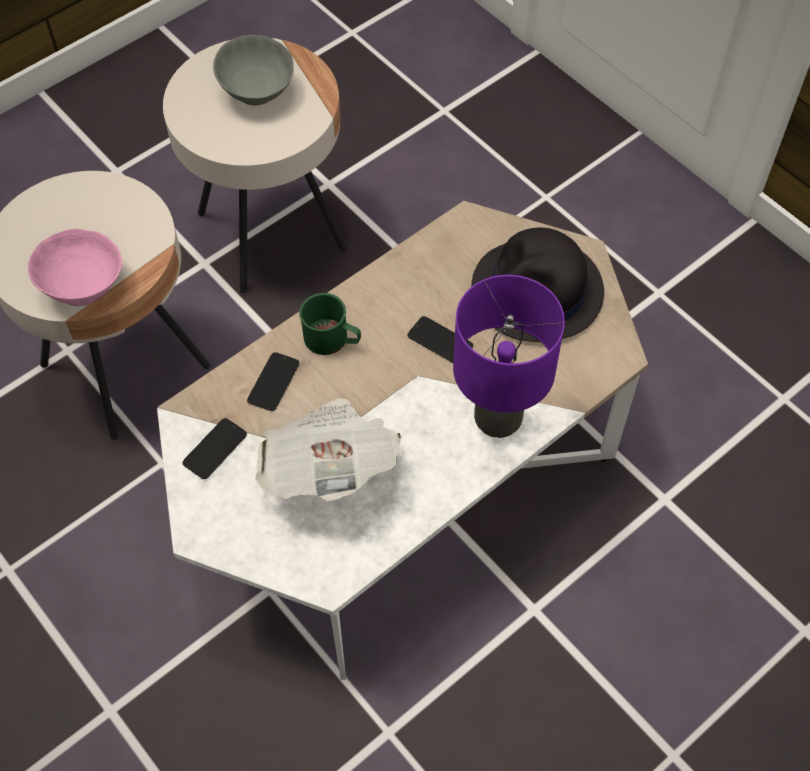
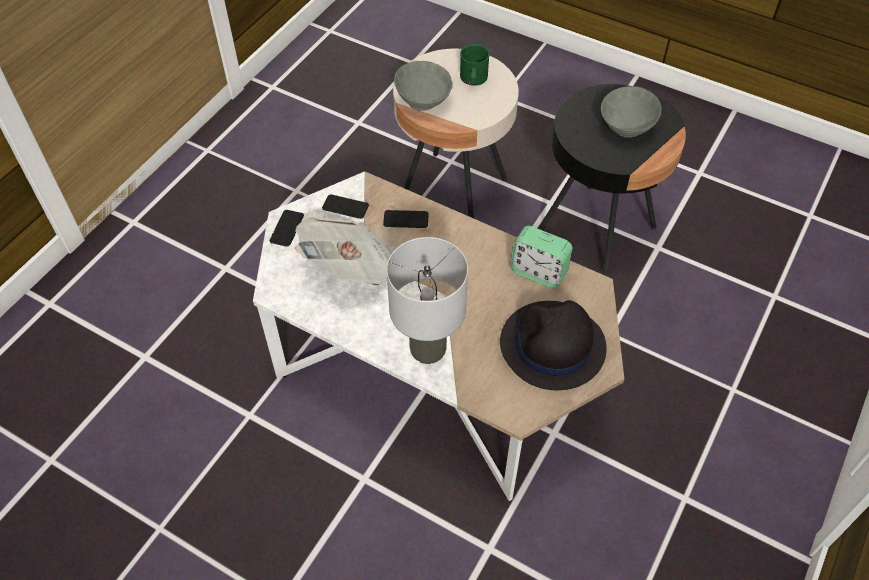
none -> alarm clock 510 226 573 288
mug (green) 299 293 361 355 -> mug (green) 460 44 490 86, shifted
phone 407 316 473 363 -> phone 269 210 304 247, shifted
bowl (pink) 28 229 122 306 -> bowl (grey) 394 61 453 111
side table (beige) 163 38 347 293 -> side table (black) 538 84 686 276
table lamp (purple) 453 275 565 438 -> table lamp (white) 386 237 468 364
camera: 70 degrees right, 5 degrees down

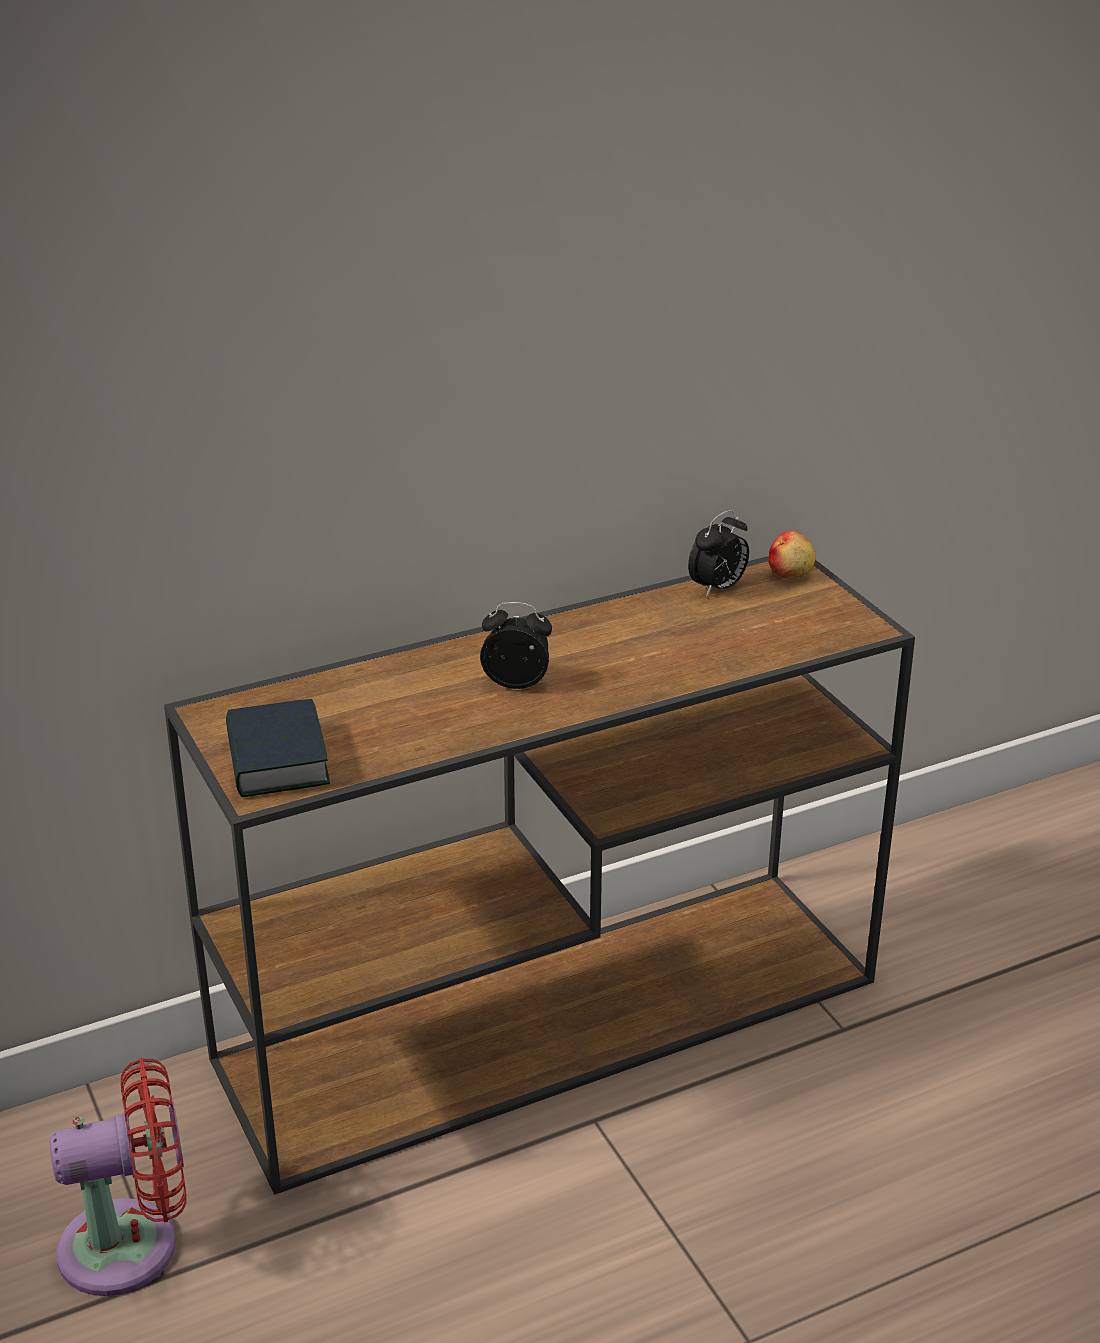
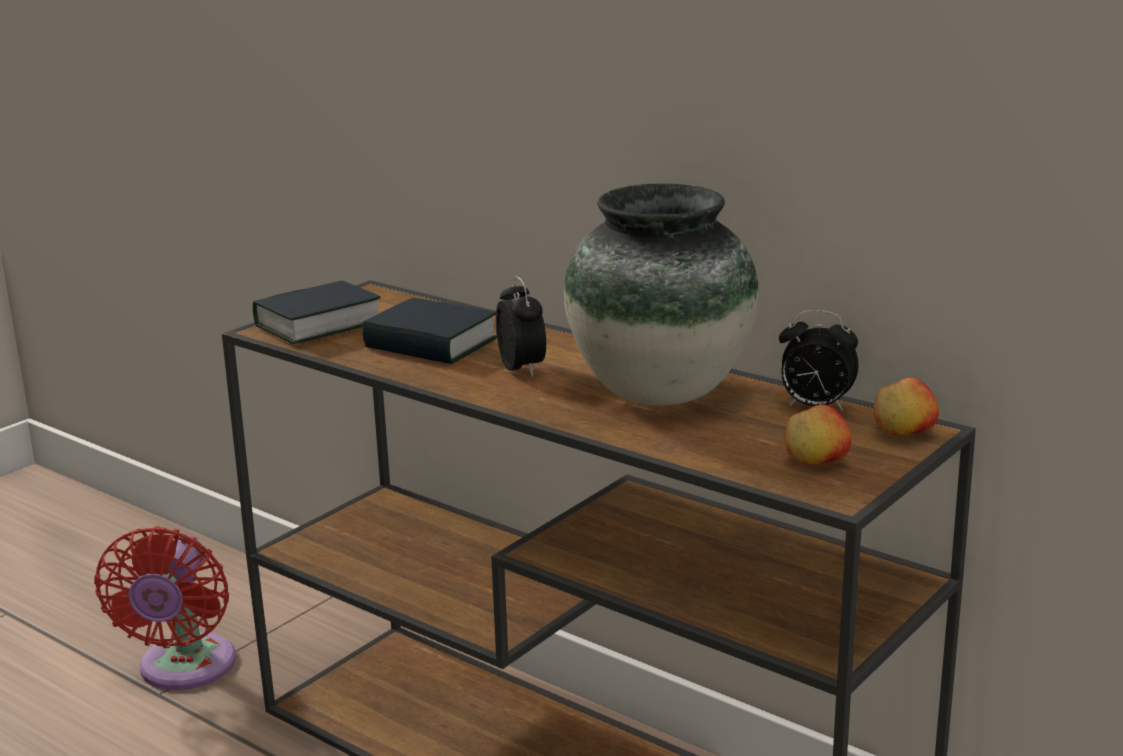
none -> book 362 298 497 364
none -> vase 564 183 759 406
none -> apple 785 404 851 465
fan (red) 50 1058 187 1296 -> fan (red) 94 526 236 690, 45 degrees clockwise
camera: 65 degrees right, 10 degrees down

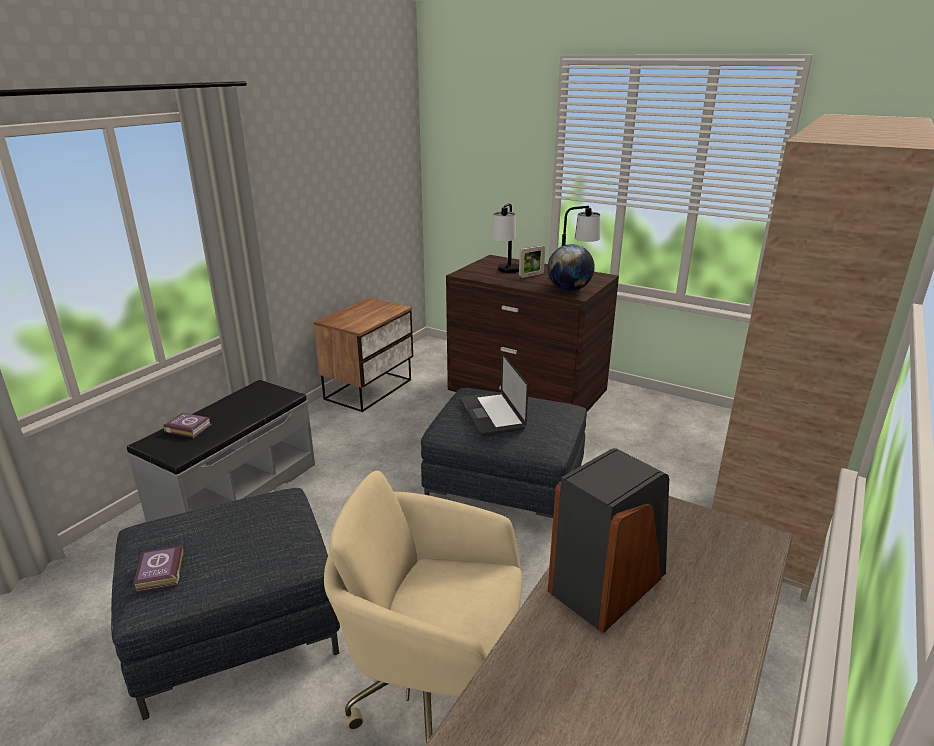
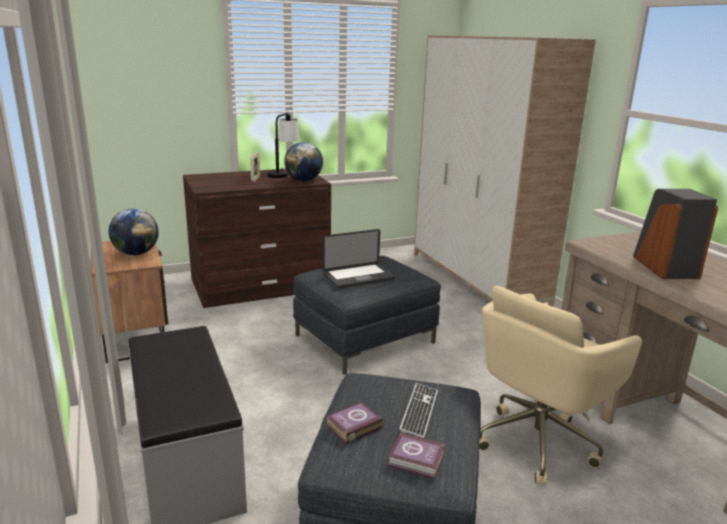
table lamp 491 203 519 273 -> none
none -> globe 109 208 159 255
none -> keyboard 399 383 438 438
book 163 413 212 438 -> book 326 402 383 444, shifted
laptop 460 353 528 436 -> laptop 322 229 395 288, 45 degrees counterclockwise
camera: 55 degrees left, 5 degrees down

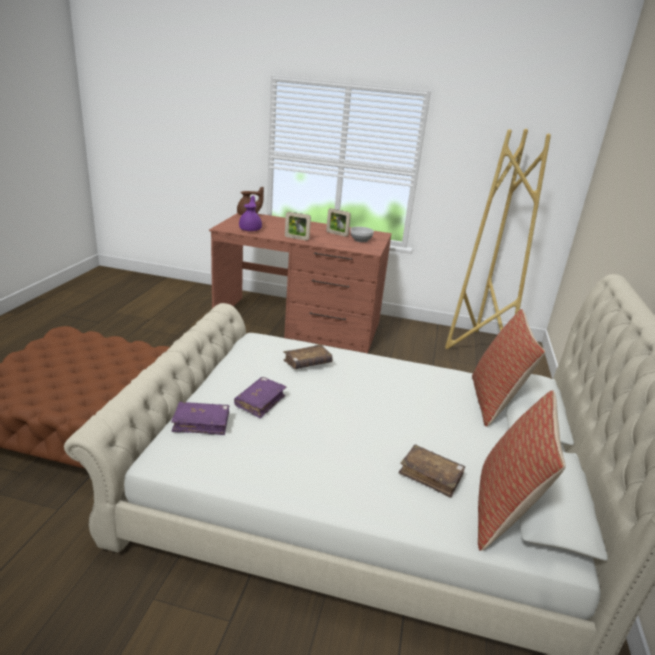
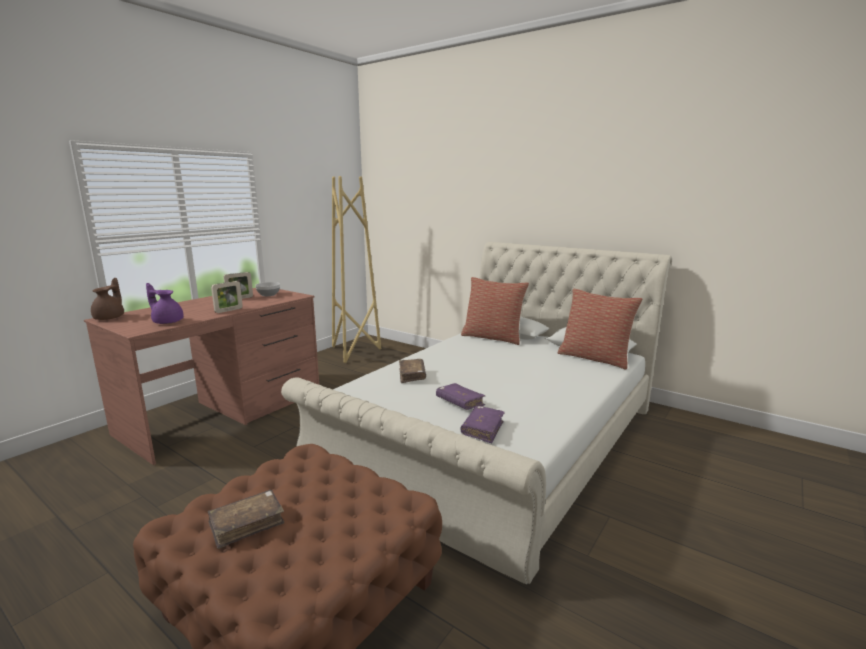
book (brown) 399 444 465 498 -> book (brown) 208 490 284 549, shifted
camera: 65 degrees left, 10 degrees down

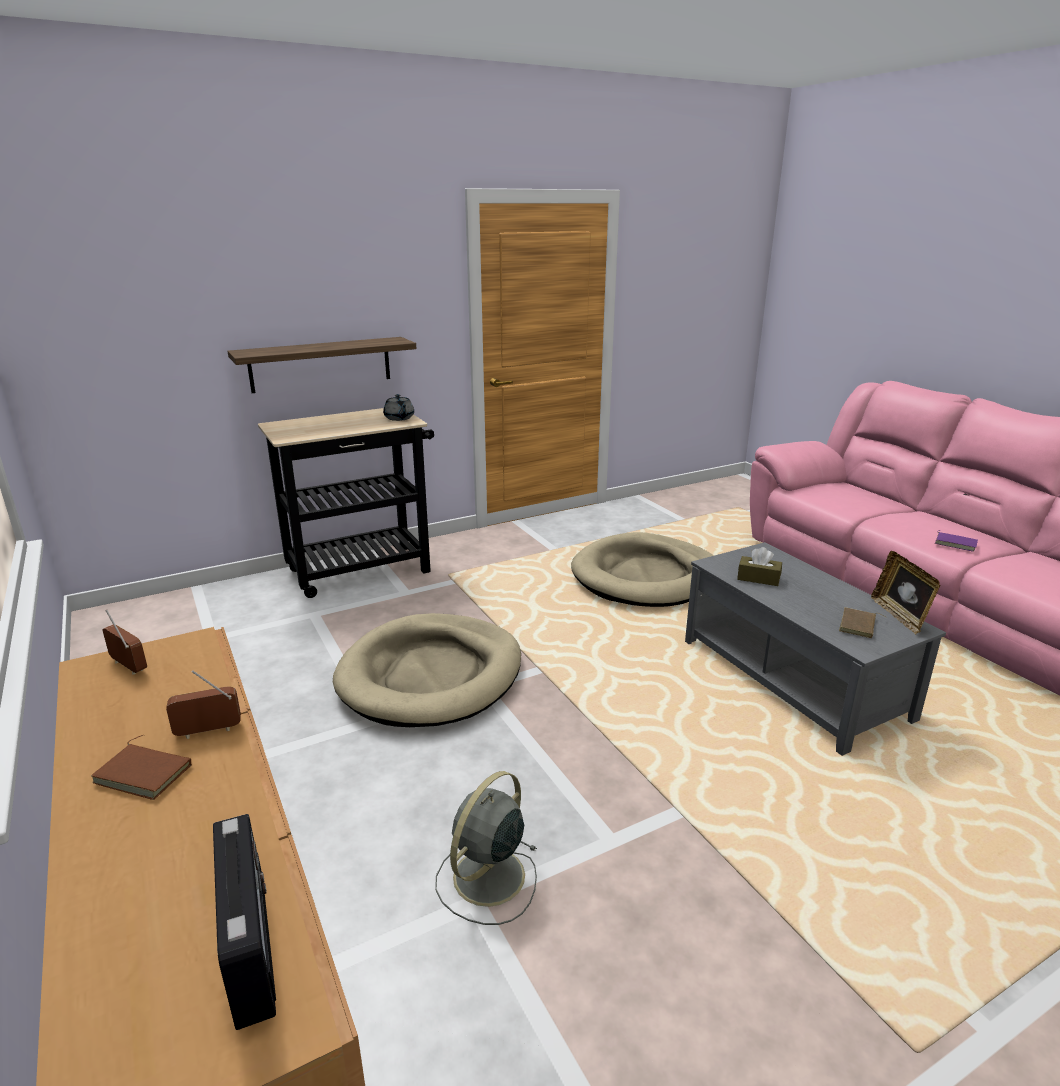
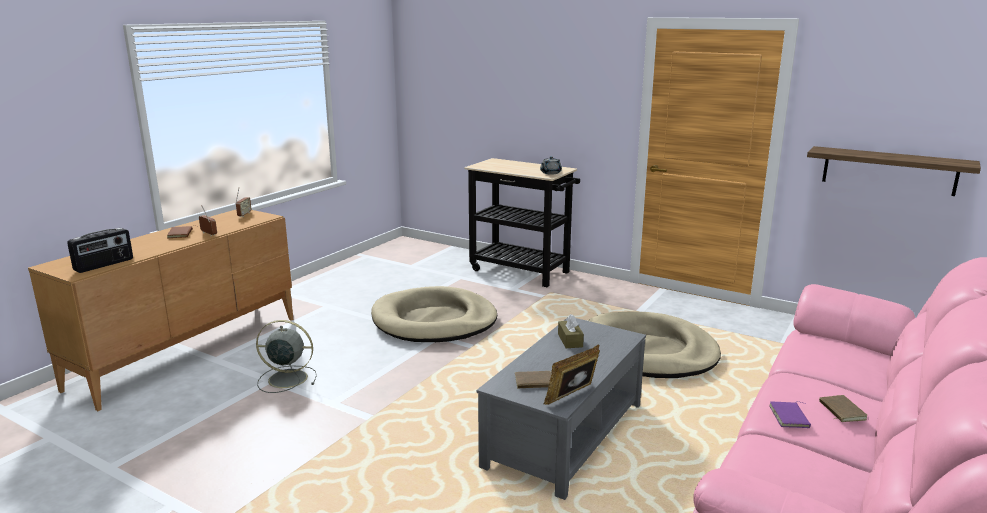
none -> book (brown) 819 395 868 422
shelf 228 337 417 393 -> shelf 807 146 981 196, shifted
camera: 60 degrees right, 5 degrees down

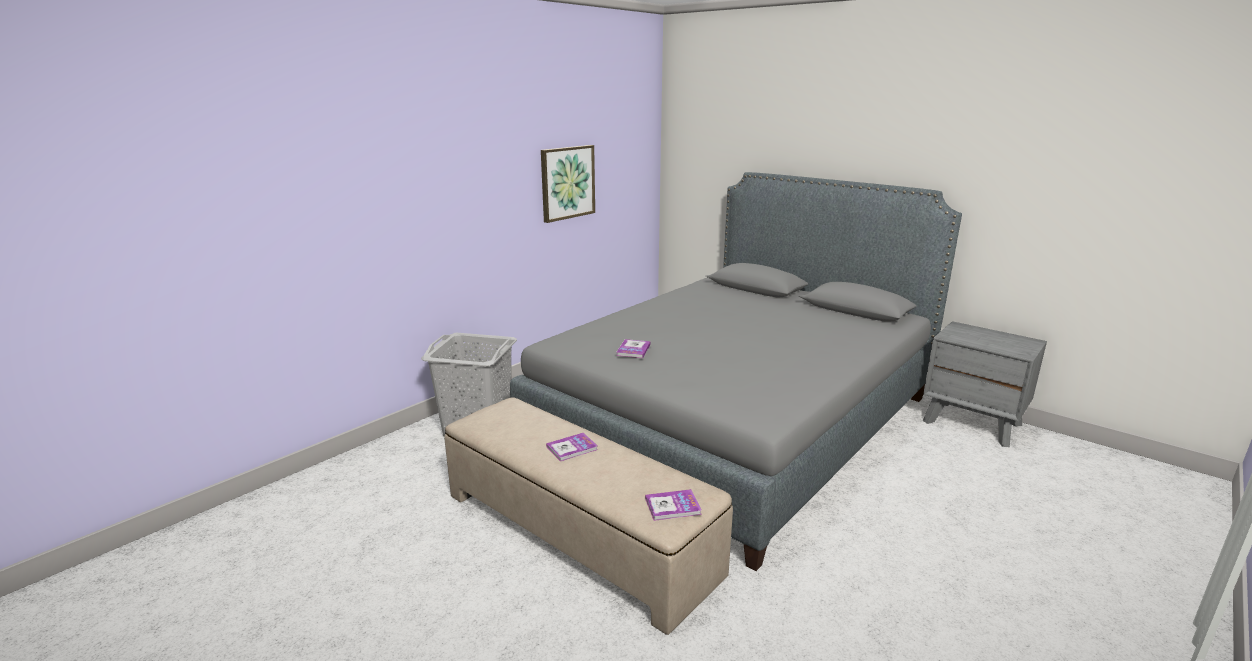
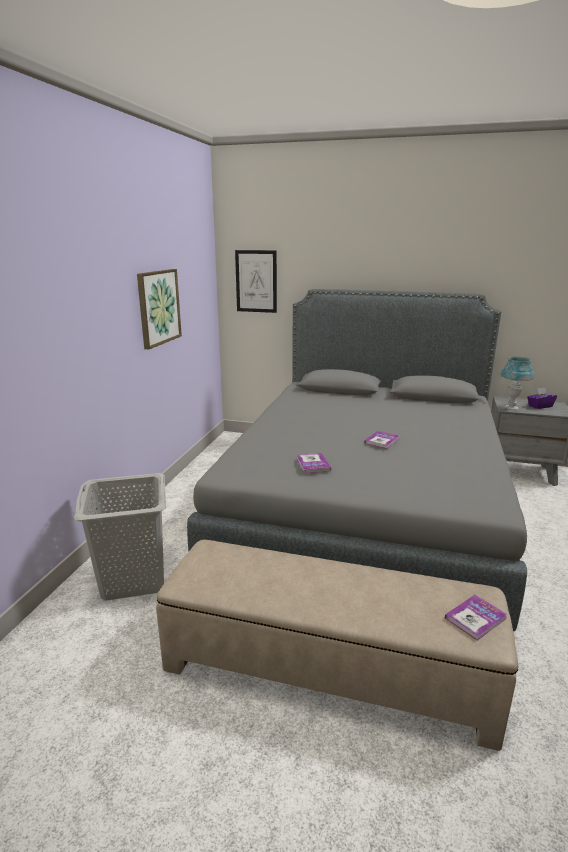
none -> picture 235 250 277 313
none -> table lamp (blue) 501 357 534 410
none -> tissue box (purple) 527 388 557 409
book 546 433 598 461 -> book 364 431 400 449, shifted
camera: 25 degrees left, 0 degrees up

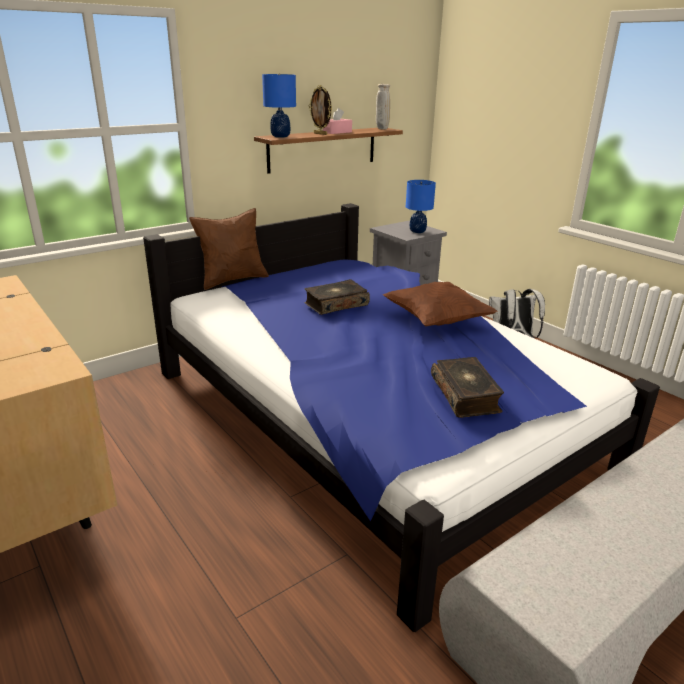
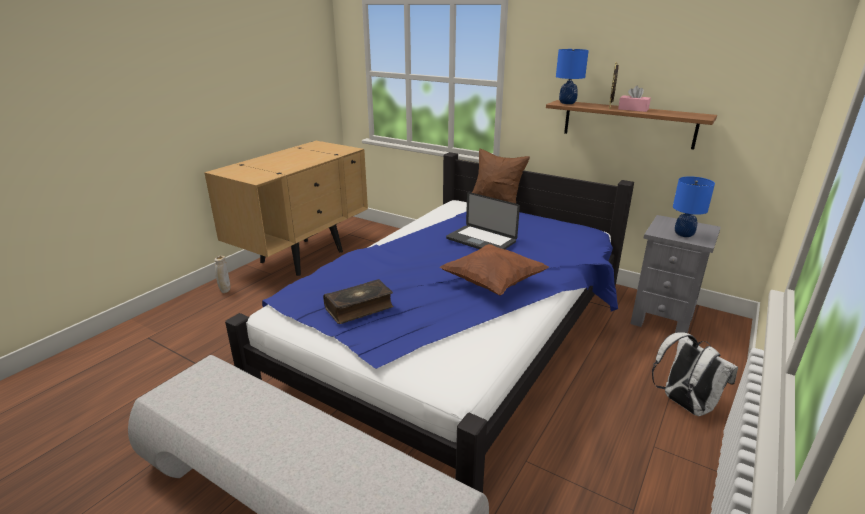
vase (beige) 376 84 390 130 -> vase (beige) 214 256 230 293, shifted
book 304 279 370 315 -> laptop 446 192 520 249
camera: 70 degrees right, 0 degrees up

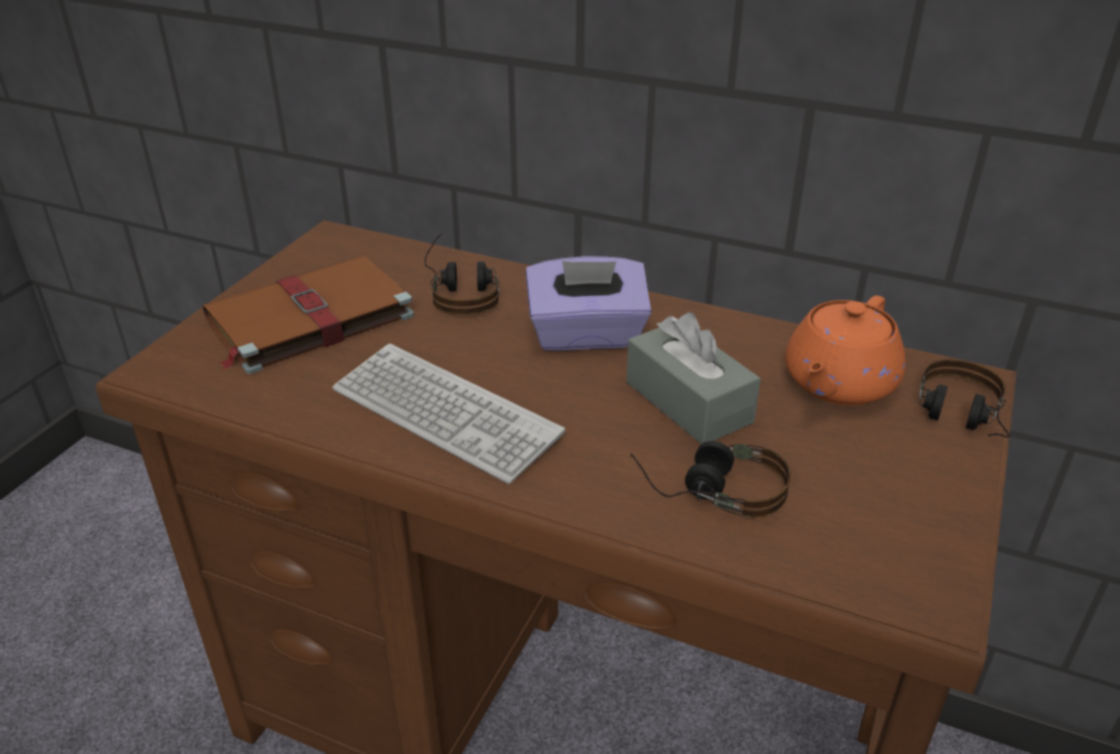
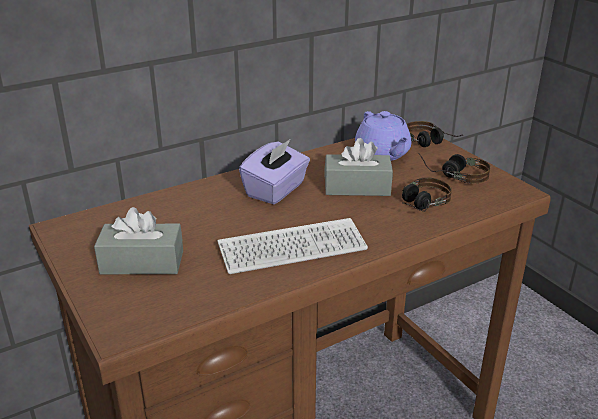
headphones 425 233 500 315 -> headphones 419 154 491 184, shifted
book (brown) 202 256 414 374 -> tissue box (grey) 94 207 183 274
teapot (orange) 785 296 906 406 -> teapot (purple) 355 111 411 161
camera: 55 degrees left, 5 degrees down

